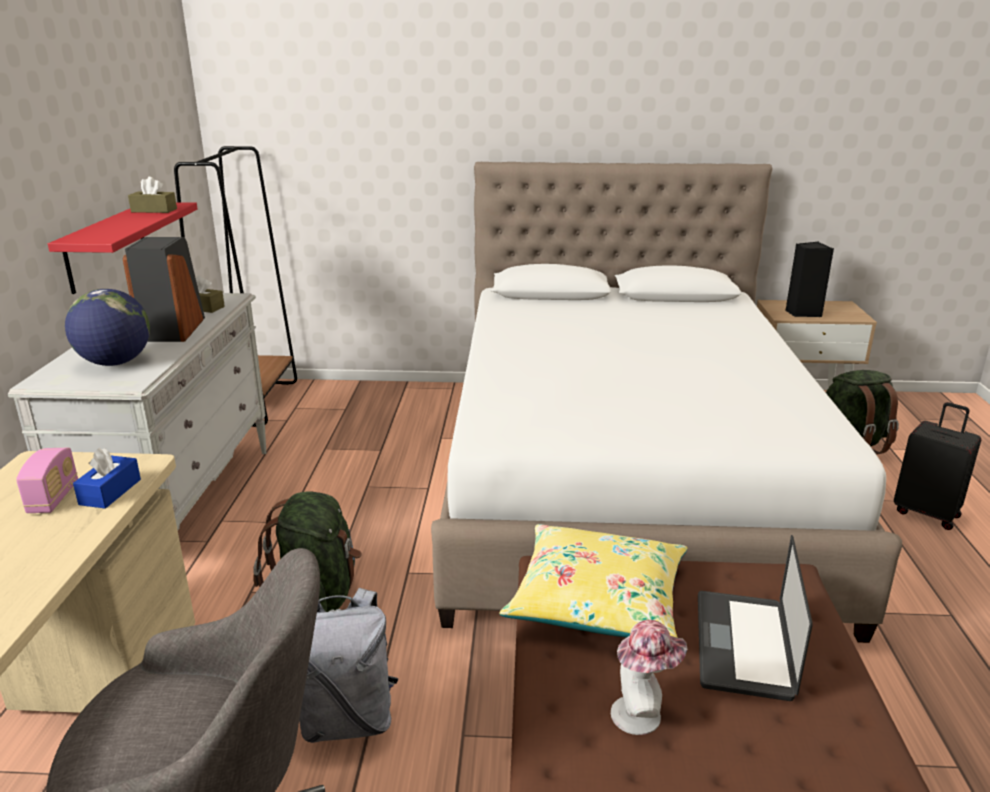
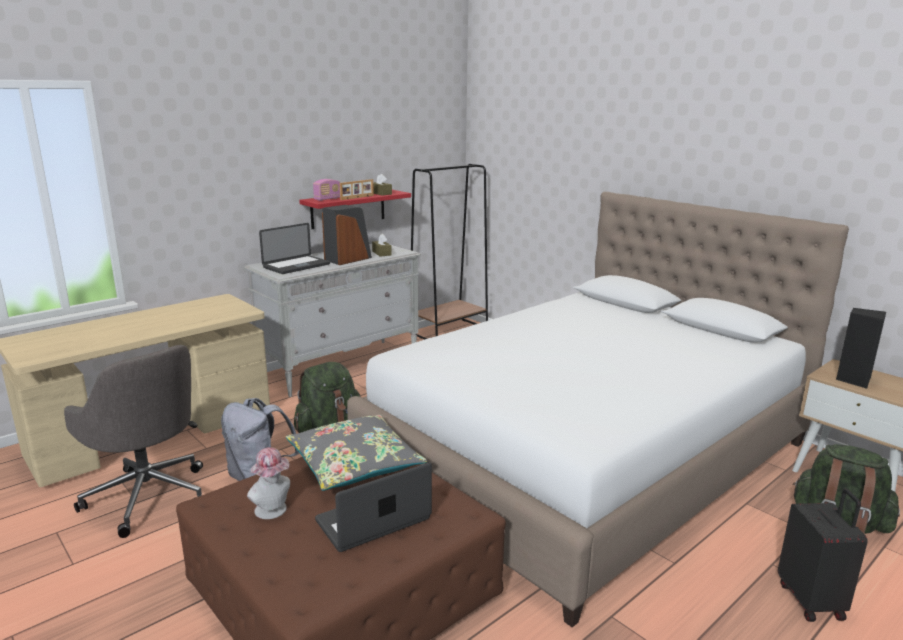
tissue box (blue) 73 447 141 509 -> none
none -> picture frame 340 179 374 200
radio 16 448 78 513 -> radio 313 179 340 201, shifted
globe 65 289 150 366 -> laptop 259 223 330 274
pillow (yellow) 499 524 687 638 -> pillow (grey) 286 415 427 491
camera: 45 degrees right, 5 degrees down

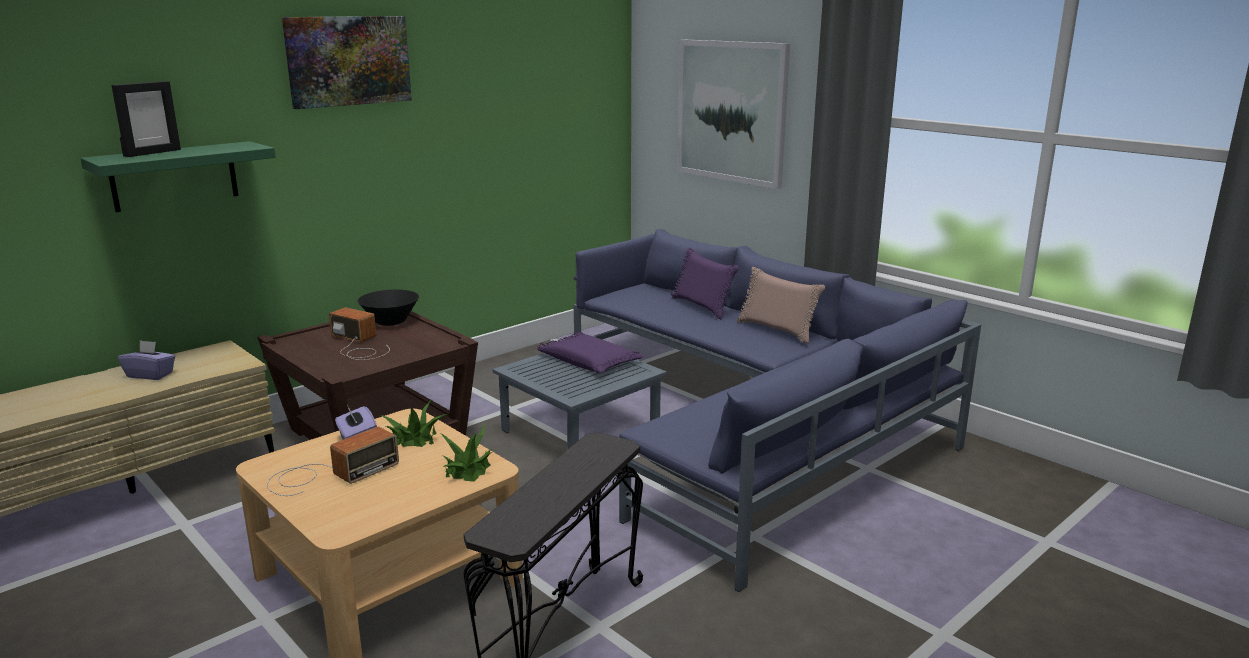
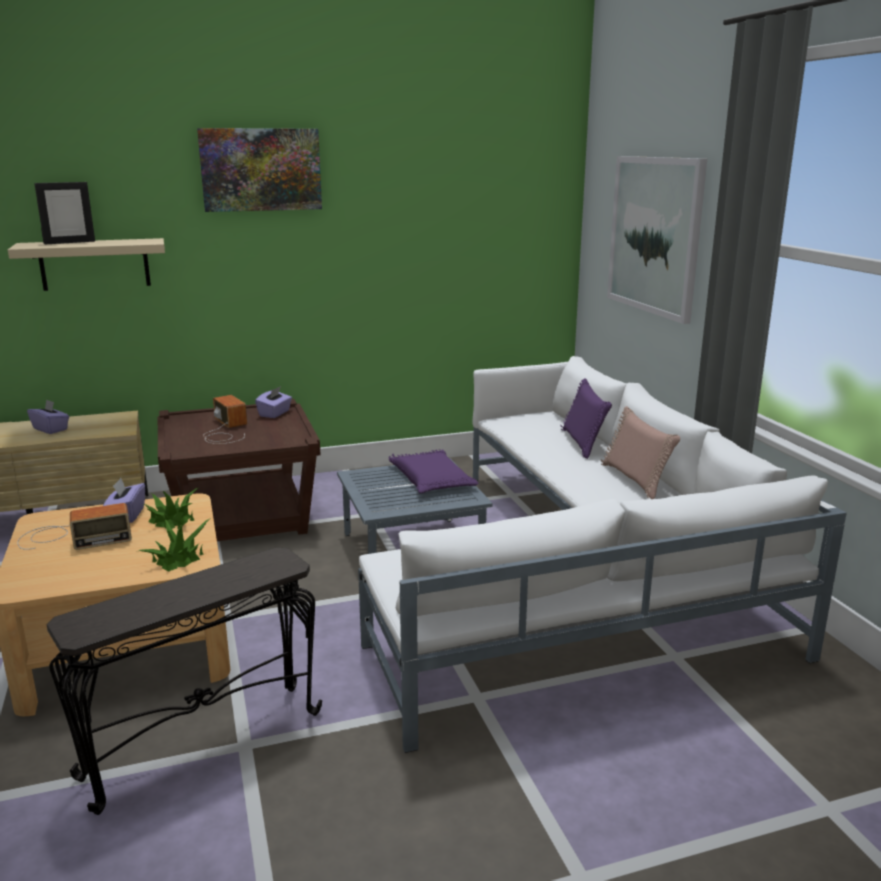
bowl (black) 358 289 419 326 -> tissue box (purple) 255 386 292 418
shelf (green) 80 141 276 212 -> shelf (beige) 8 238 165 291
sofa (blue) 493 229 981 592 -> sofa (white) 337 356 847 753
camera: 25 degrees right, 0 degrees up

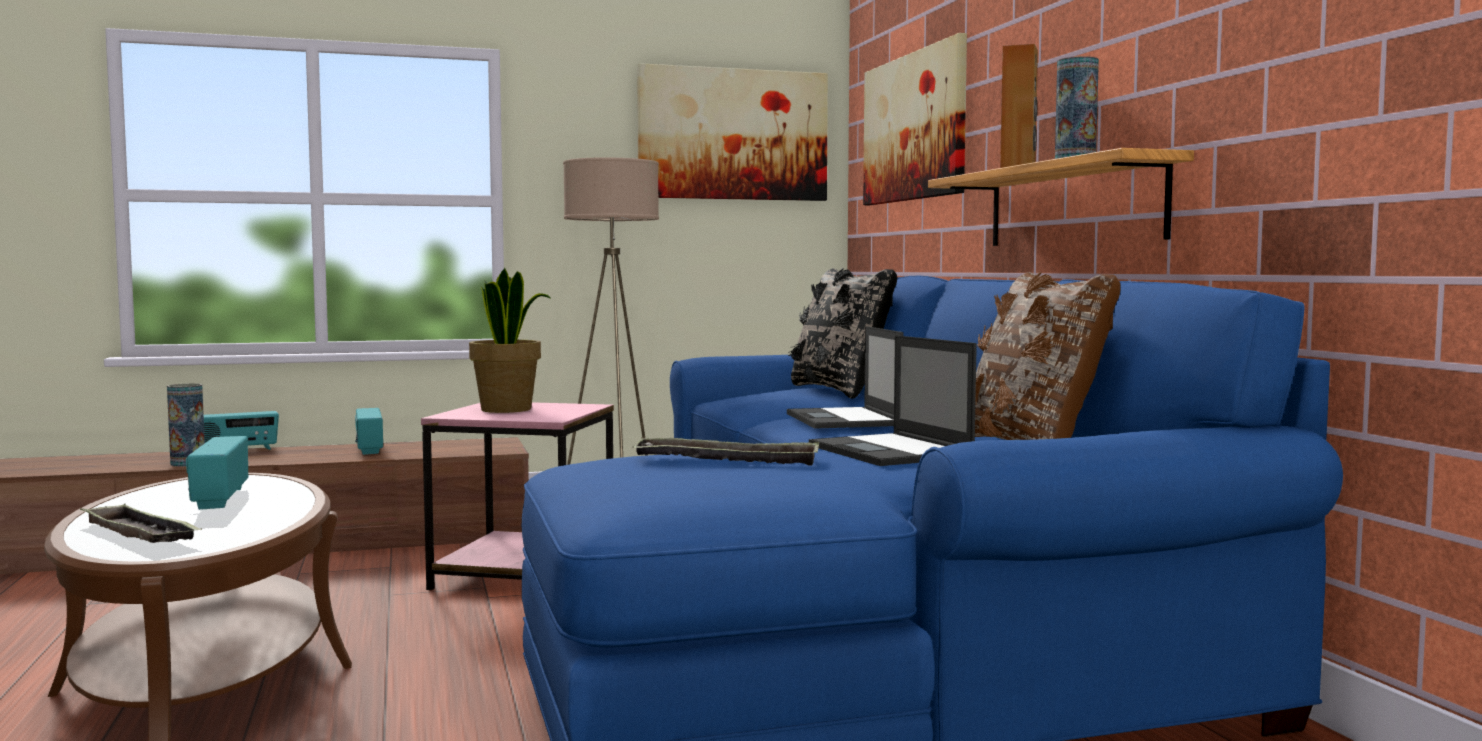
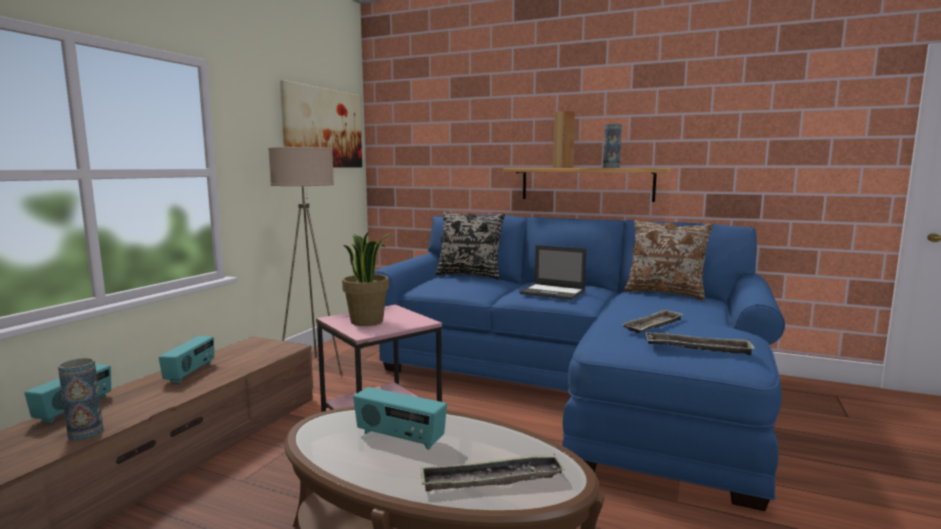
laptop 809 335 977 466 -> none
picture 863 33 967 205 -> none
none -> tray 645 332 755 355
radio 355 408 383 455 -> radio 159 336 214 383, 105 degrees counterclockwise
camera: 50 degrees left, 5 degrees up

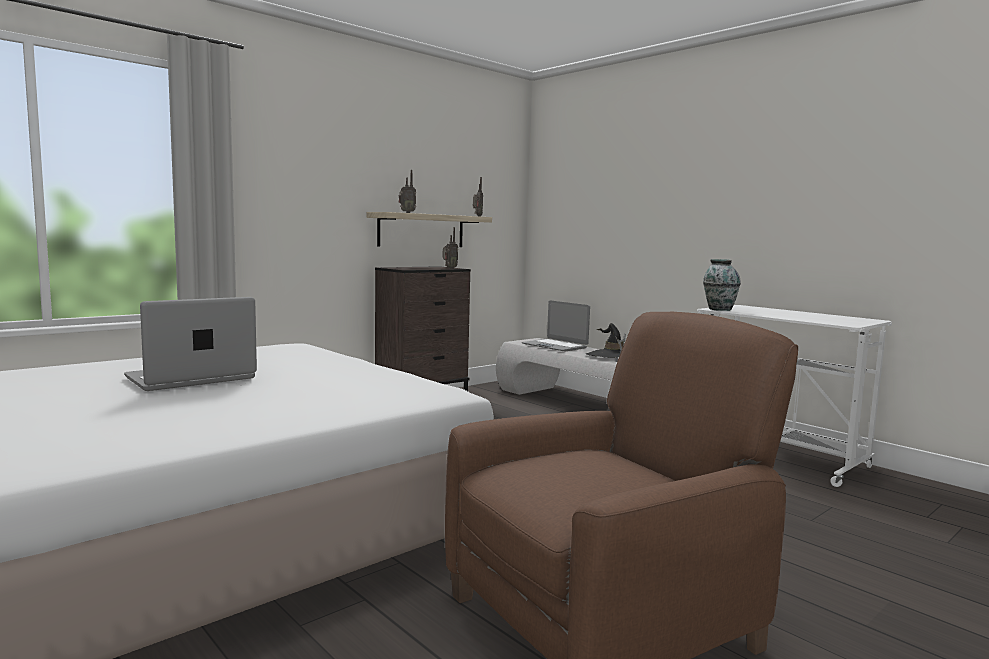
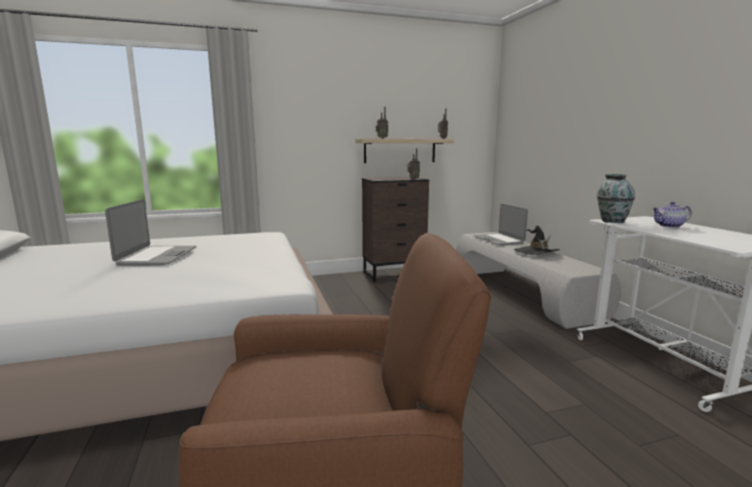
none -> teapot 652 202 692 228
laptop 124 297 257 391 -> laptop 105 199 197 266, 105 degrees clockwise
camera: 25 degrees right, 5 degrees up

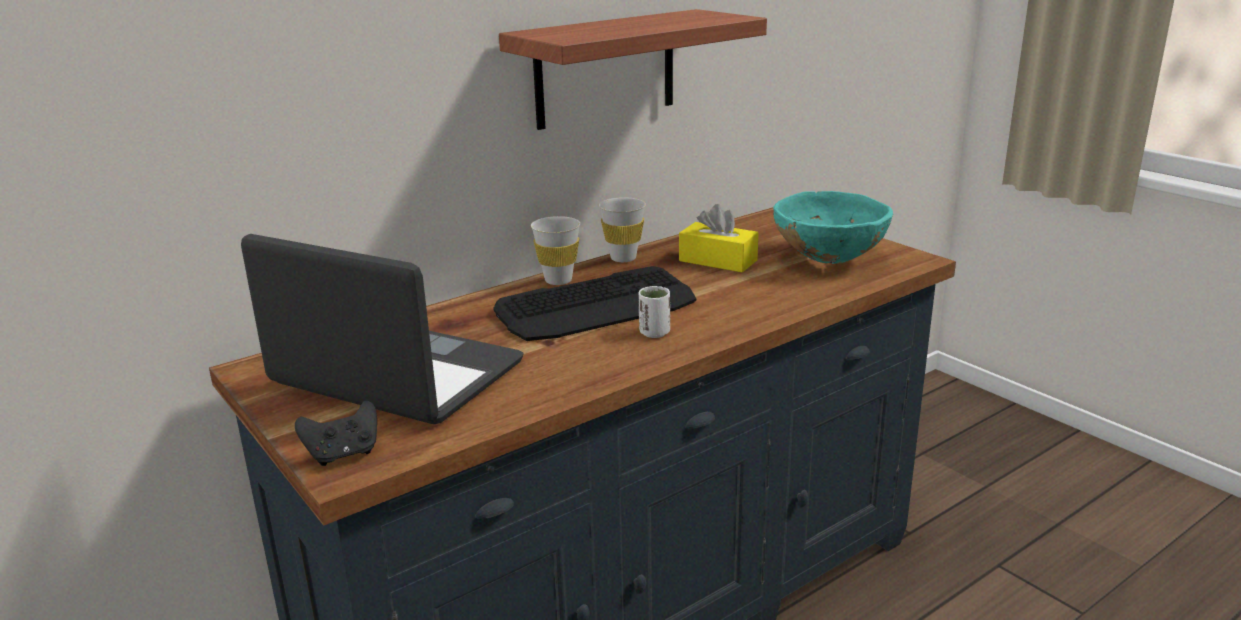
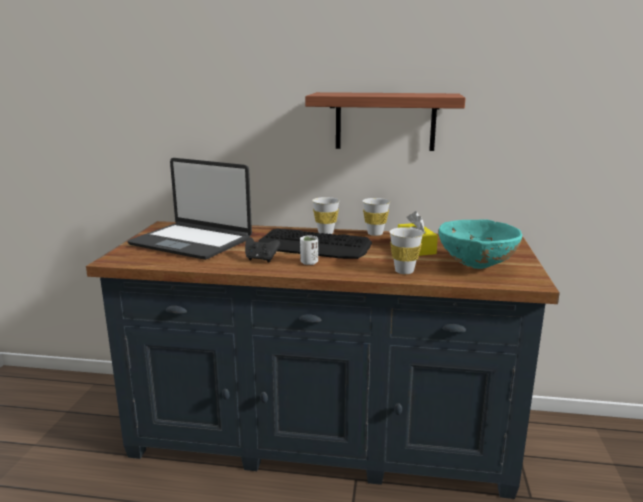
none -> cup (white) 389 227 424 274
game controller (black) 295 401 377 466 -> game controller (black) 245 237 281 263, shifted
laptop 241 234 524 424 -> laptop 127 158 252 260, 135 degrees clockwise
camera: 45 degrees right, 5 degrees down

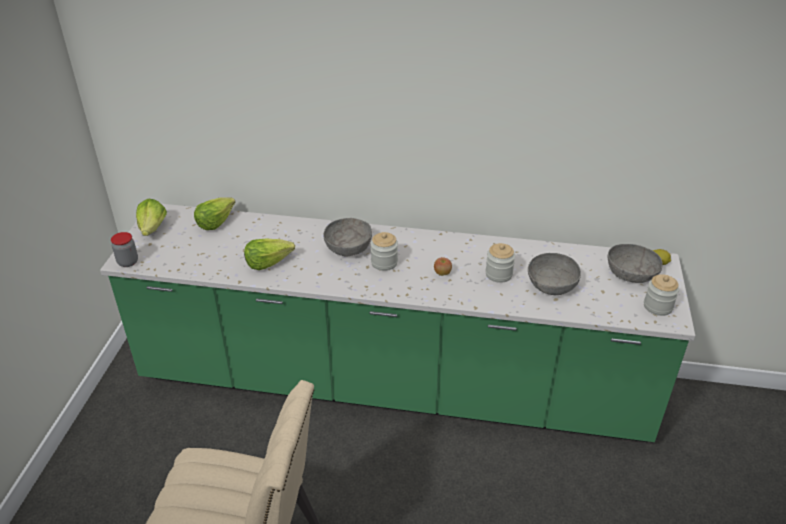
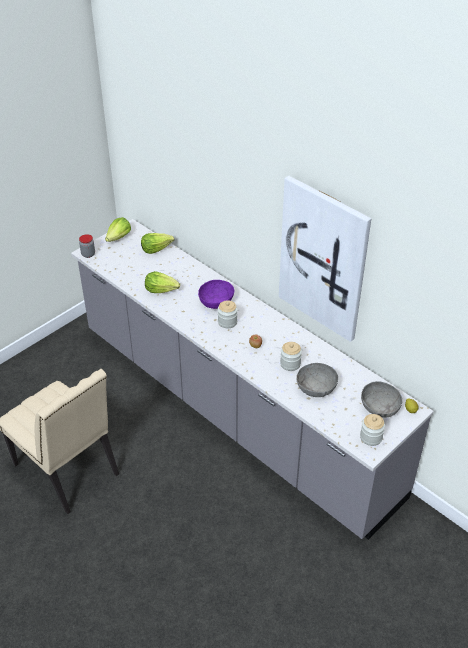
none -> picture 279 176 371 342
counter (green) 100 204 695 442 -> counter (grey) 71 219 434 540
bowl (grey) 323 218 372 256 -> bowl (purple) 198 280 234 309
camera: 35 degrees right, 5 degrees up

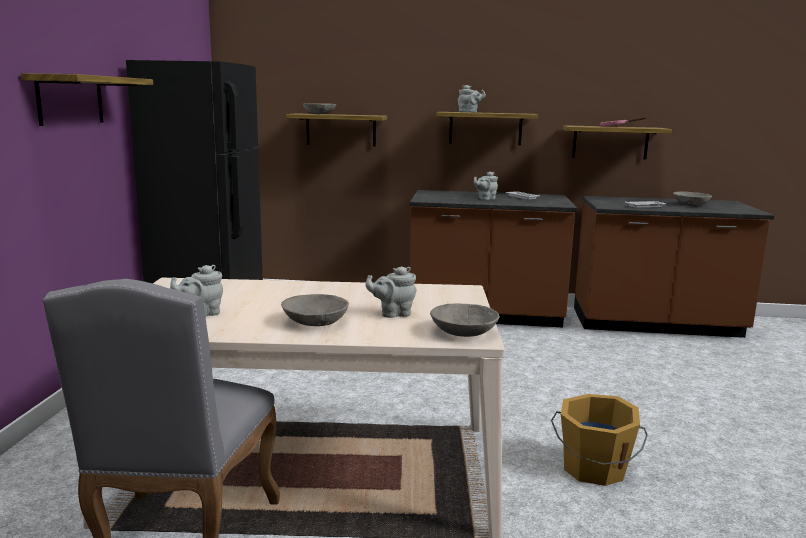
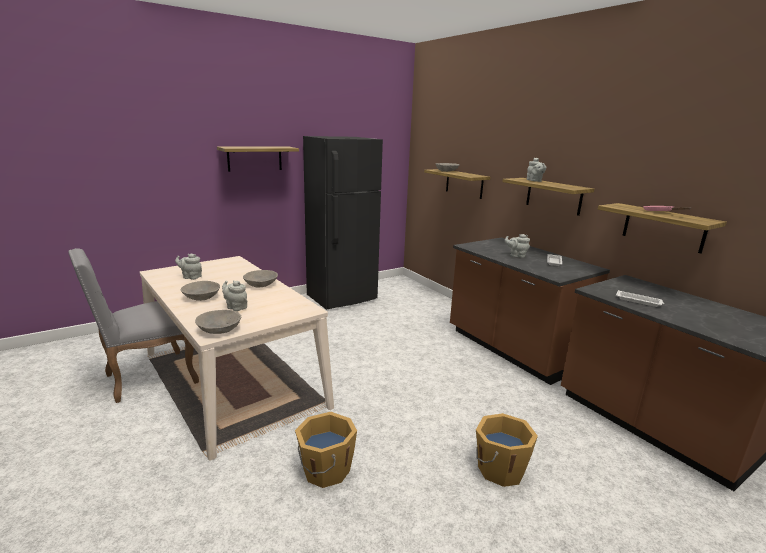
none -> bucket (orange) 476 413 538 487
bowl (grey) 673 192 712 206 -> bowl (grey) 243 270 278 288, shifted
camera: 50 degrees right, 5 degrees up

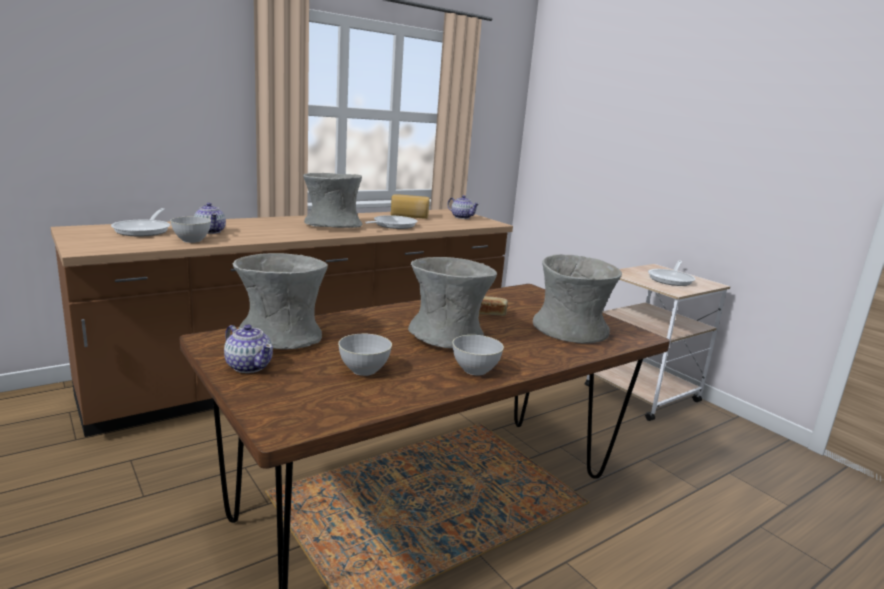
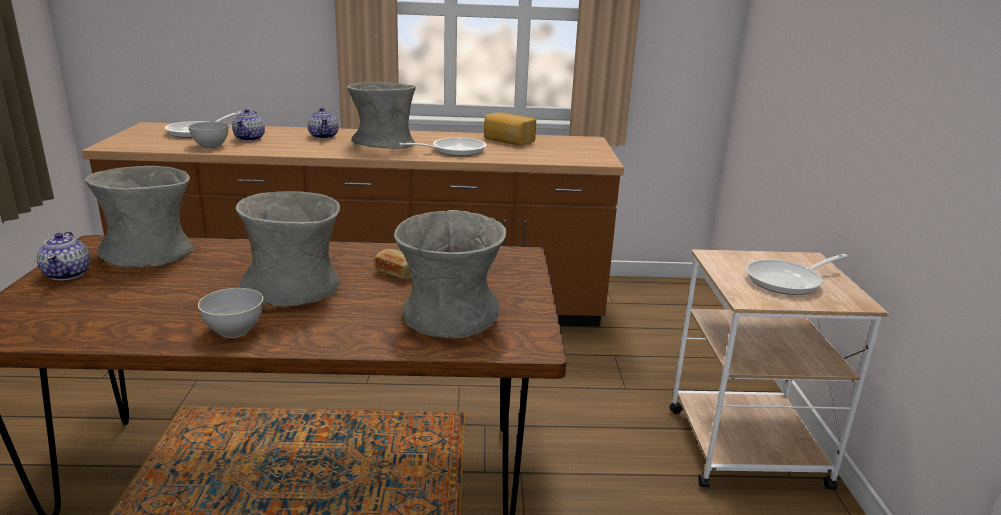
bowl (grey) 338 334 392 376 -> none
teapot 447 195 479 219 -> teapot 307 107 338 139, shifted
camera: 35 degrees right, 5 degrees up

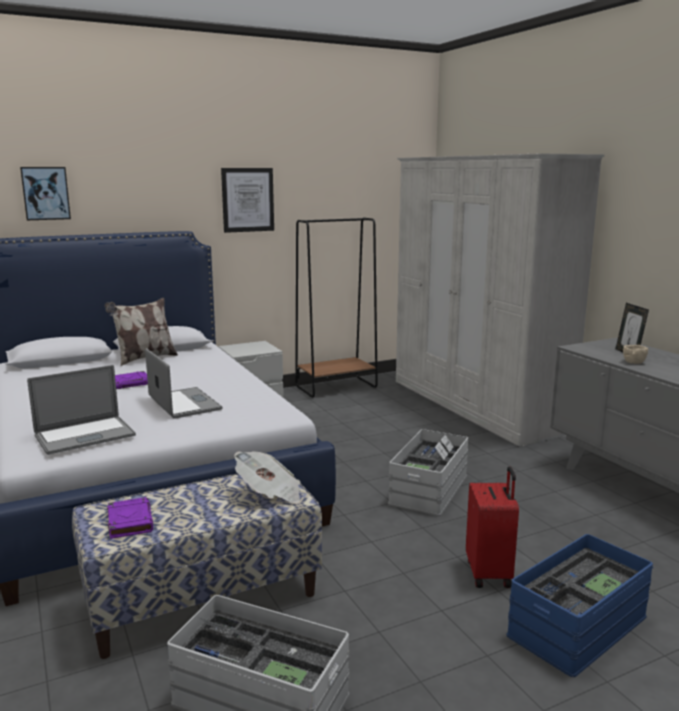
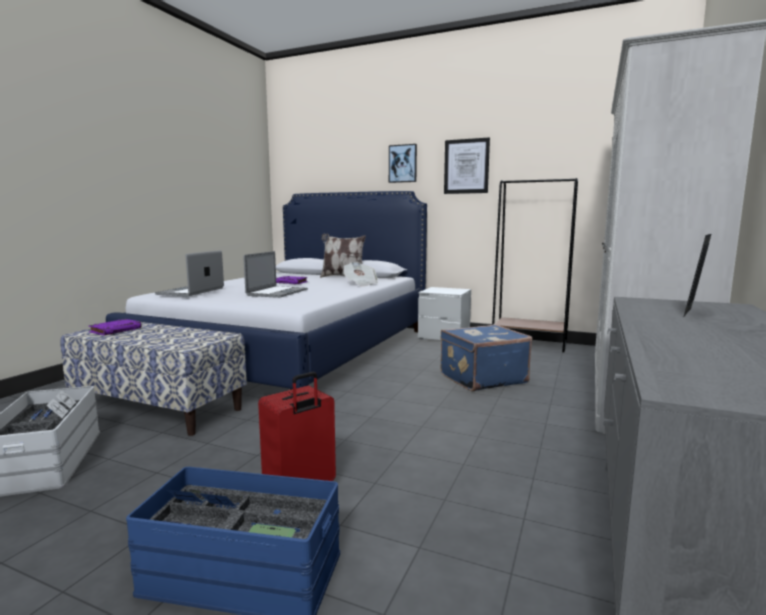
storage box (grey) 388 429 468 516 -> none
bowl (beige) 623 345 648 364 -> none
none -> suitcase (blue) 440 324 533 391
picture 20 167 71 220 -> picture 389 144 417 183, shifted
newspaper 234 451 301 504 -> newspaper 344 262 378 286, shifted
laptop 27 365 136 455 -> laptop 155 250 224 296, 90 degrees clockwise
camera: 50 degrees right, 5 degrees down

